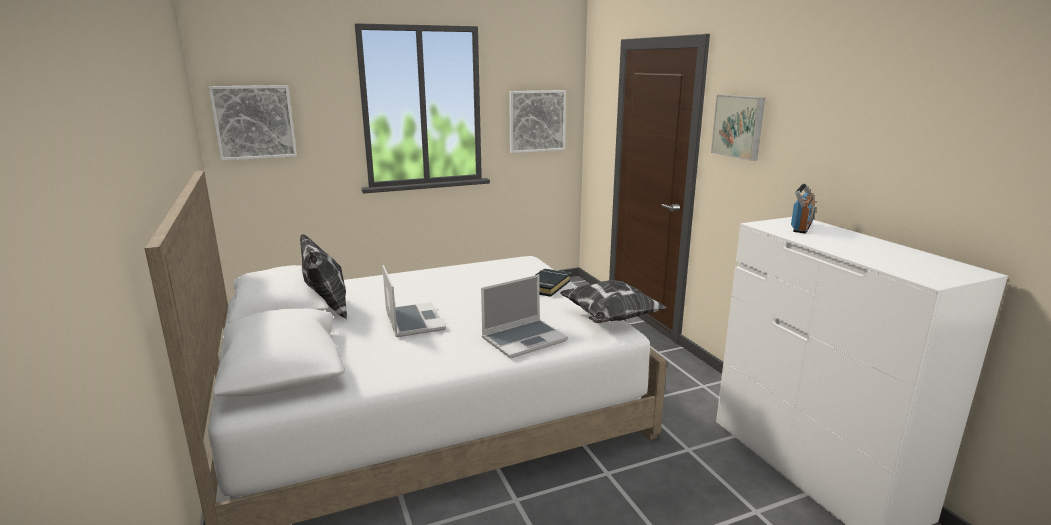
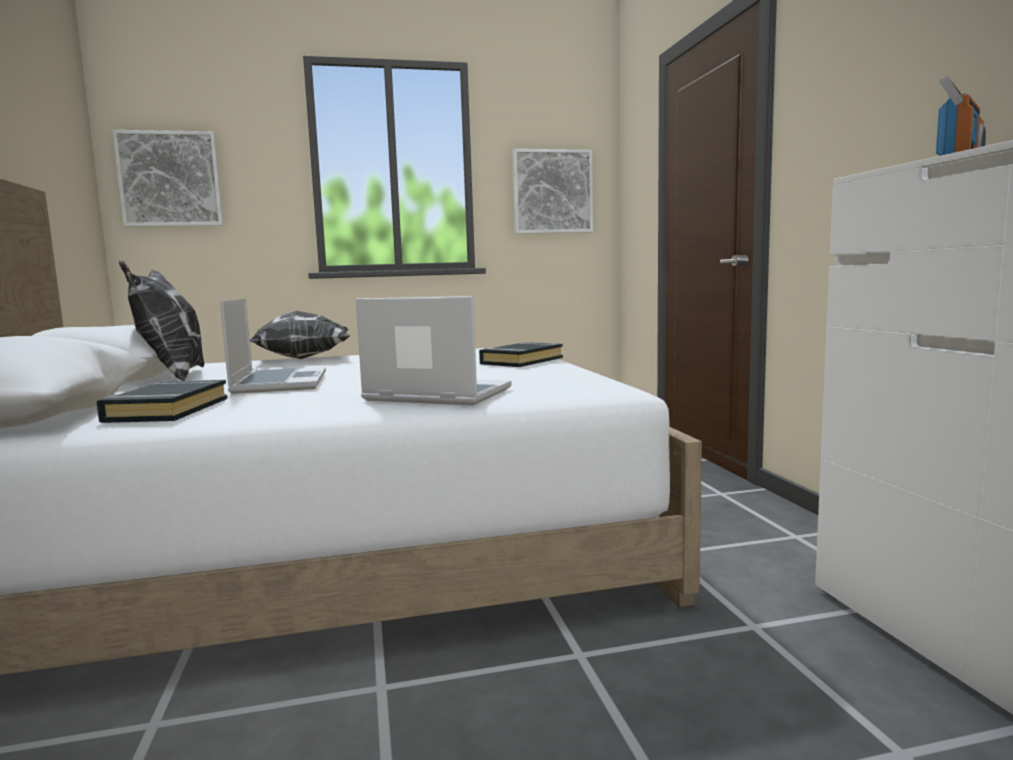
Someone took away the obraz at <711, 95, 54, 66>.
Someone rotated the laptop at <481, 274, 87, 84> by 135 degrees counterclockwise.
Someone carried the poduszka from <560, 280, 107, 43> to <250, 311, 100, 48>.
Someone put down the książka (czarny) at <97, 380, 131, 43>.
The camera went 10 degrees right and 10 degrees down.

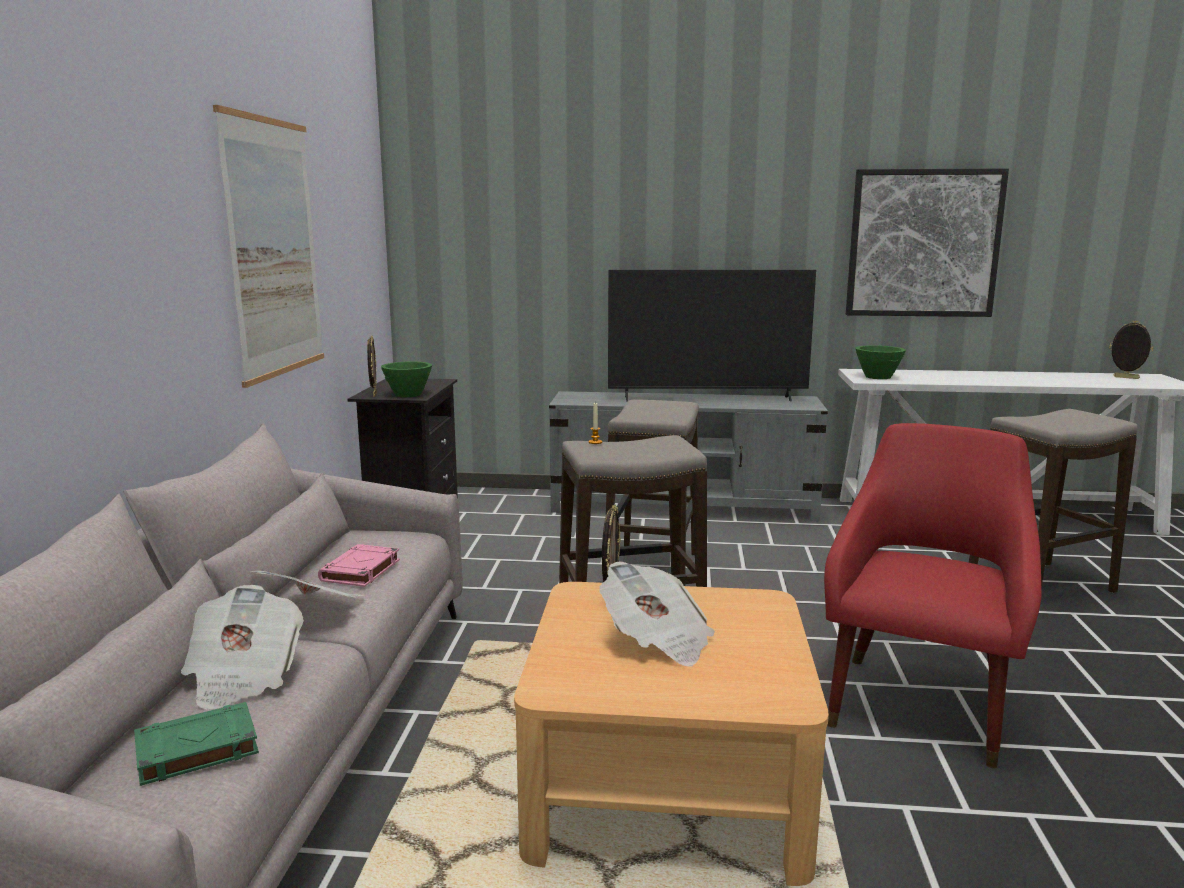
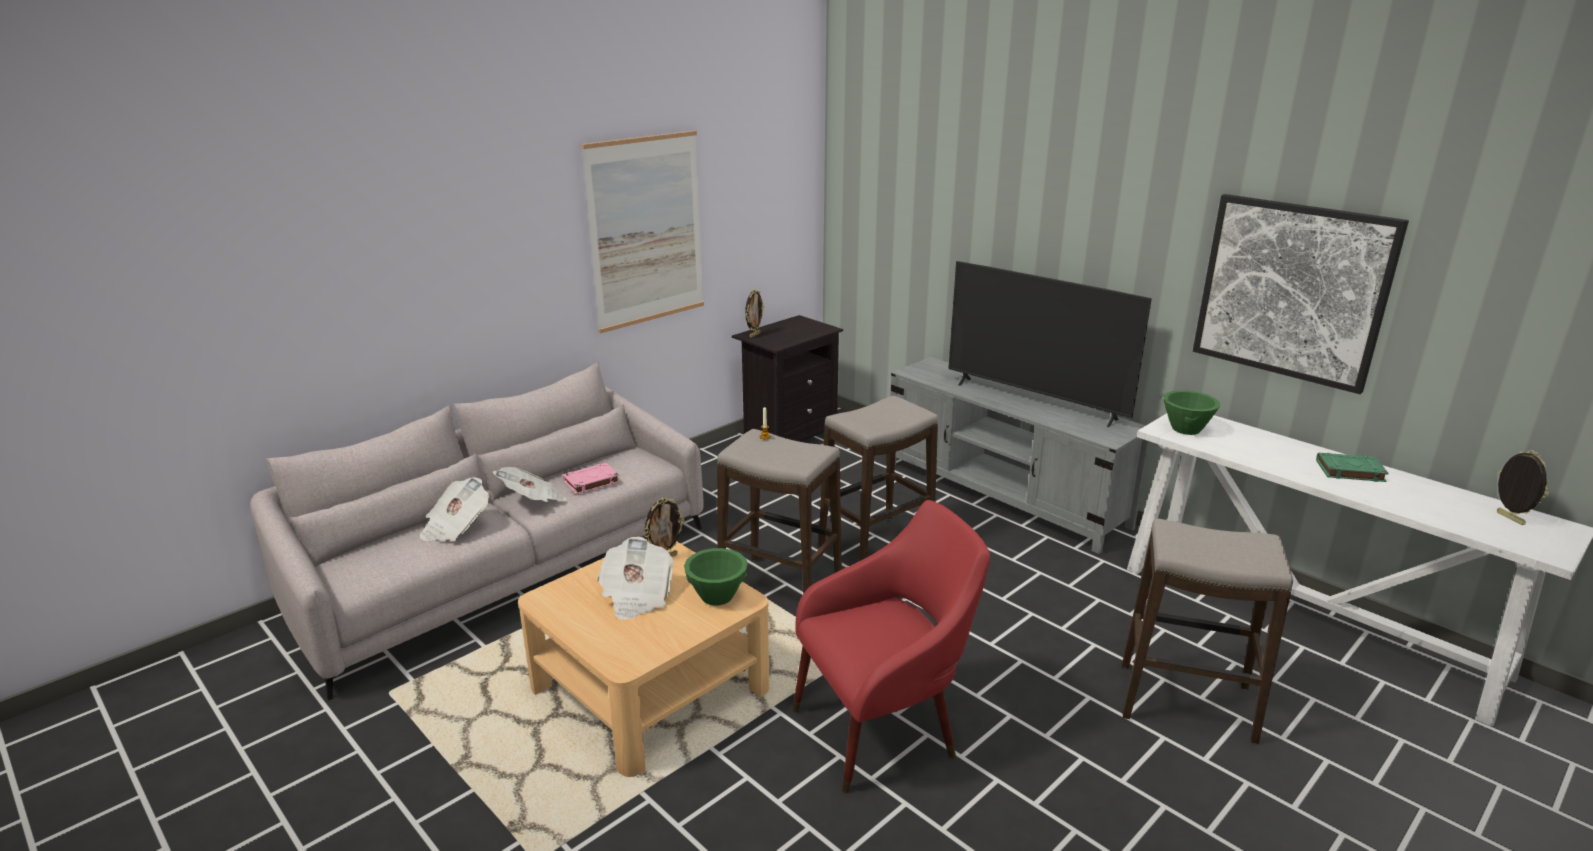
Someone carried the miska (zielony) from <381, 362, 51, 35> to <684, 548, 64, 58>.
Someone carried the książka (zielony) from <134, 702, 125, 84> to <1316, 453, 73, 29>.
The camera went 40 degrees right and 10 degrees up.

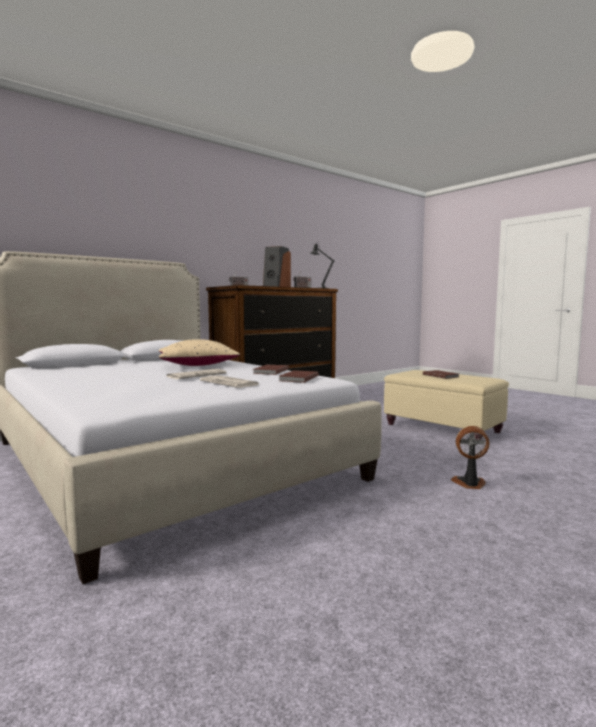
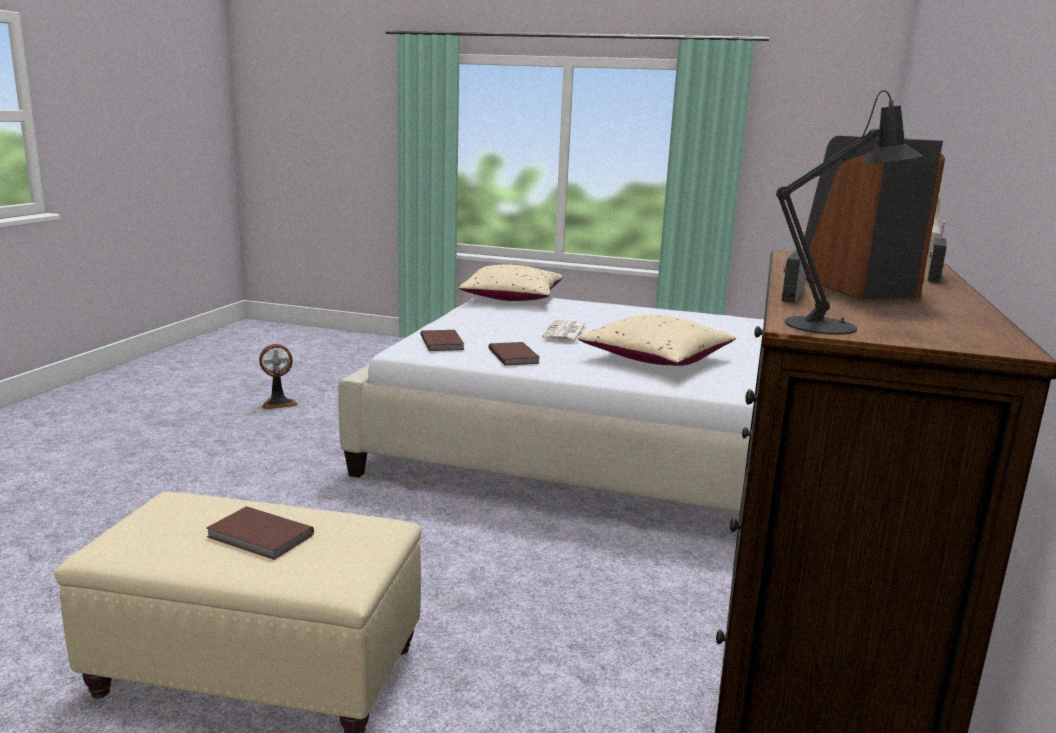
Someone took away the gazeta at <200, 375, 60, 13>.
Someone carried the wentylator from <451, 426, 38, 63> to <259, 344, 39, 65>.
Someone put down the poduszka (beżowy) at <459, 264, 104, 37>.
The camera went 145 degrees right and 10 degrees up.

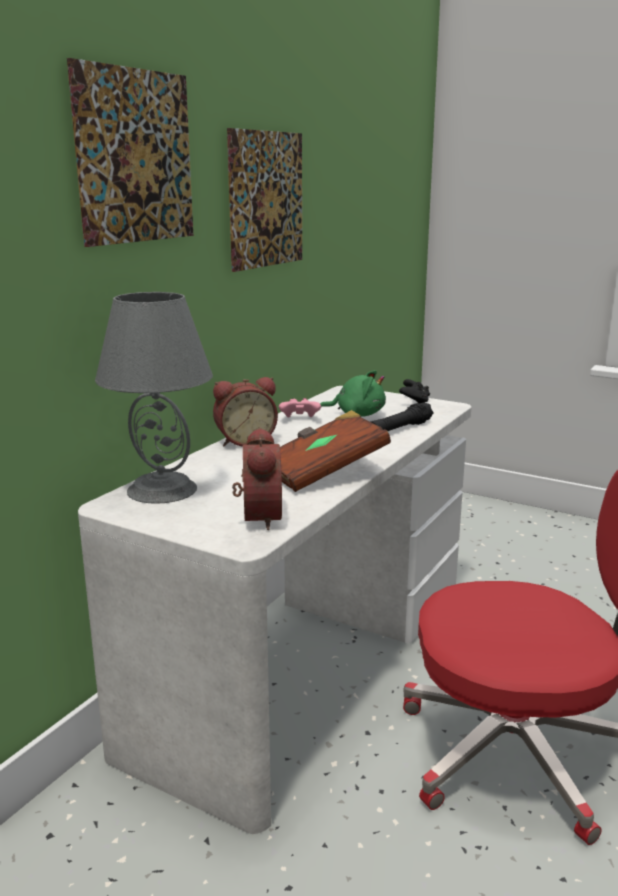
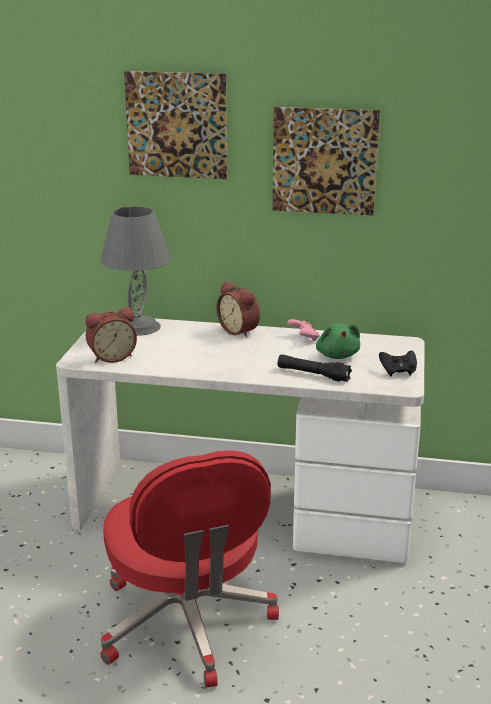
Someone took away the książka (brązowy) at <280, 410, 111, 82>.
The camera went 70 degrees right and 5 degrees up.

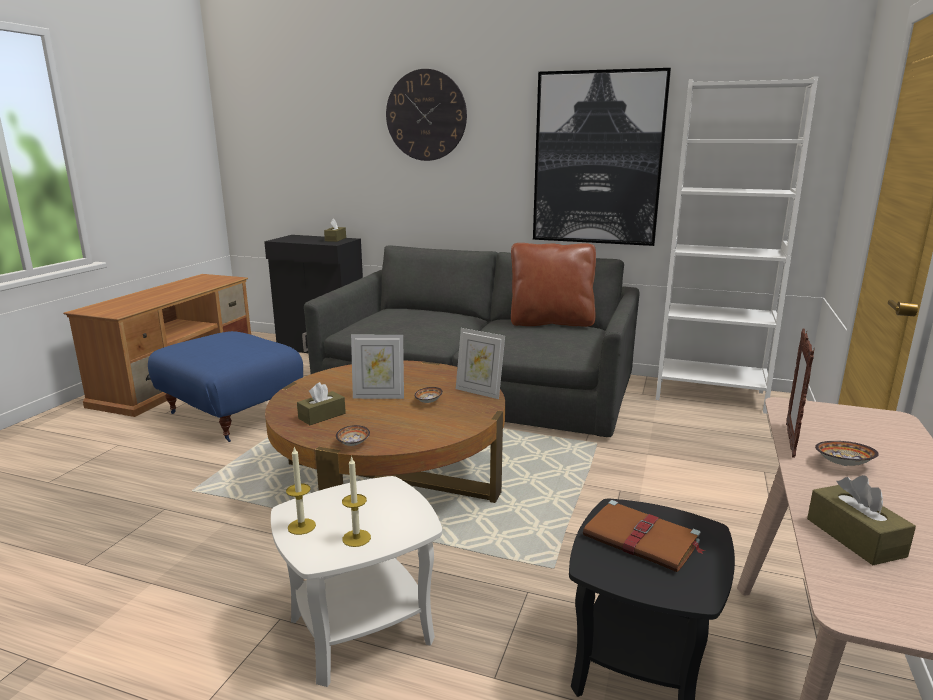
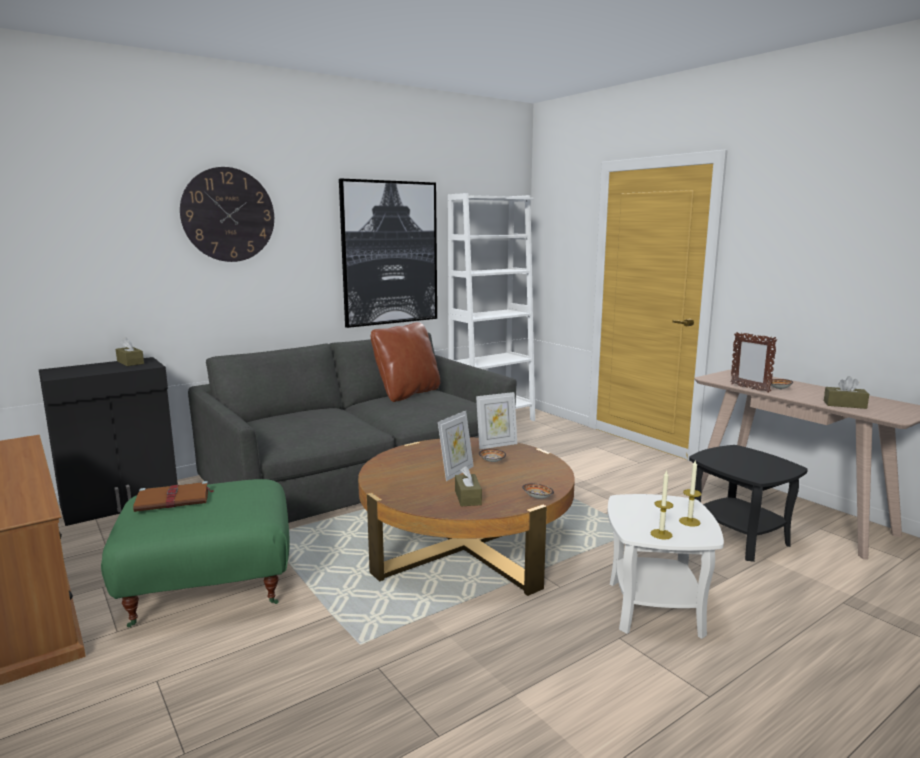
Someone repainted the pufa (niebieski) at <148, 331, 155, 111>, which became the pufa (zielony) at <101, 479, 189, 148>.
Someone carried the książka (brązowy) from <583, 500, 122, 72> to <133, 481, 81, 31>.
The camera went 55 degrees left and 5 degrees down.

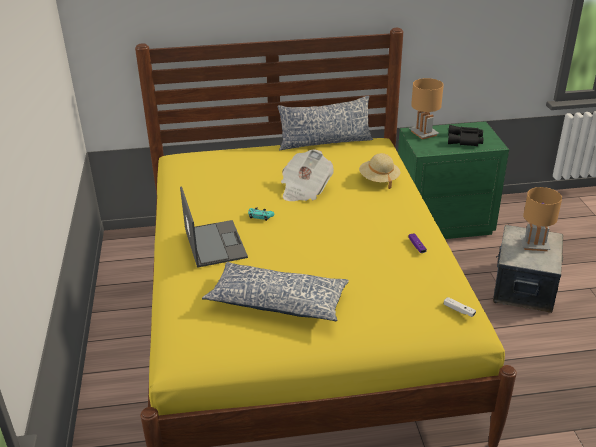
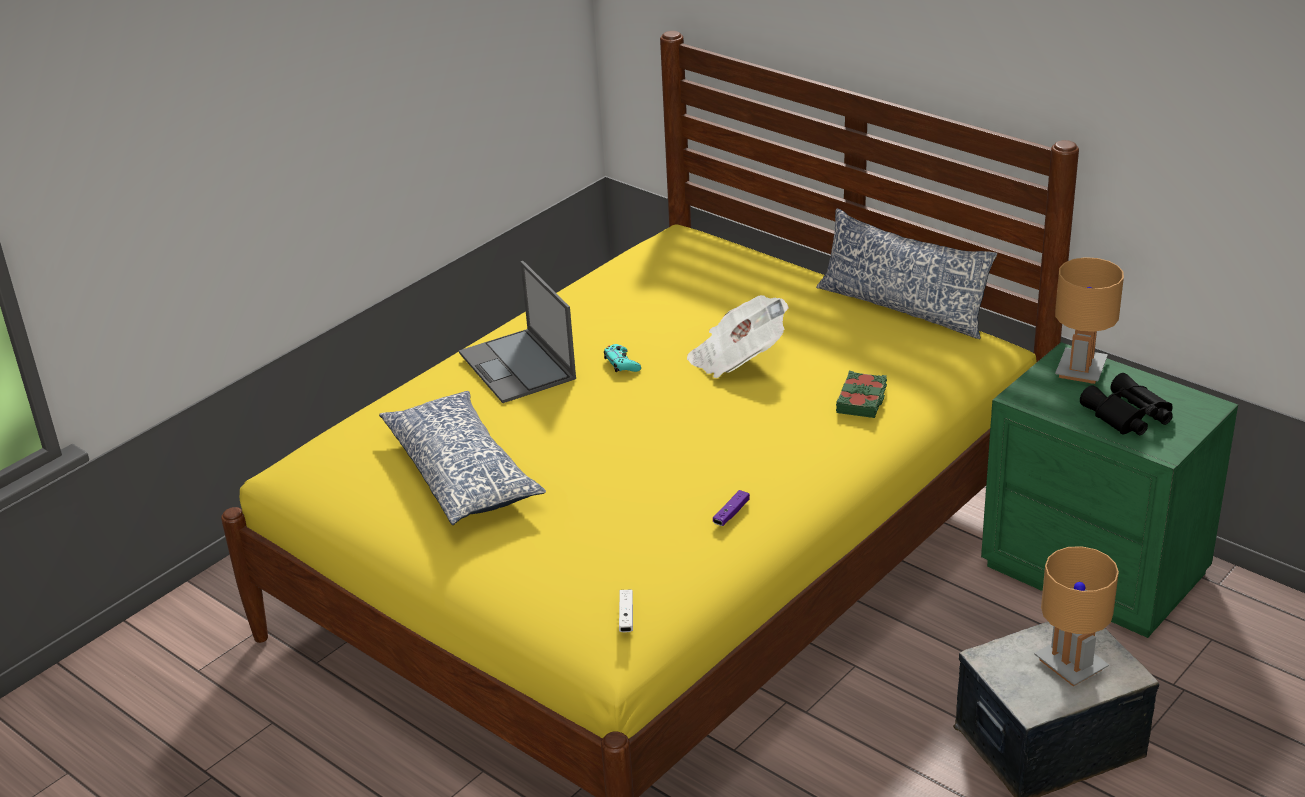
Someone swapped the kapelusz (beżowy) at <359, 153, 41, 36> for the książka (zielony) at <836, 371, 51, 47>.
Someone rotated the laptop at <180, 186, 68, 82> by 120 degrees clockwise.
The camera went 50 degrees right and 0 degrees up.

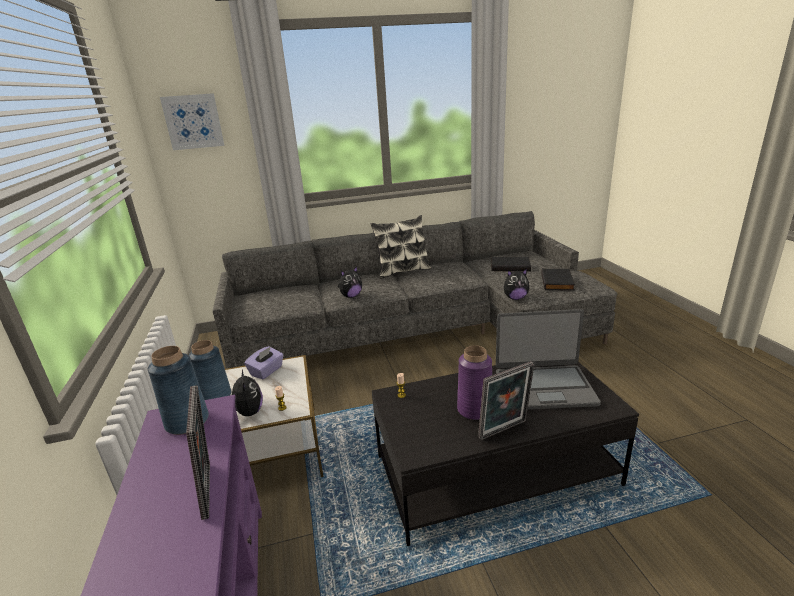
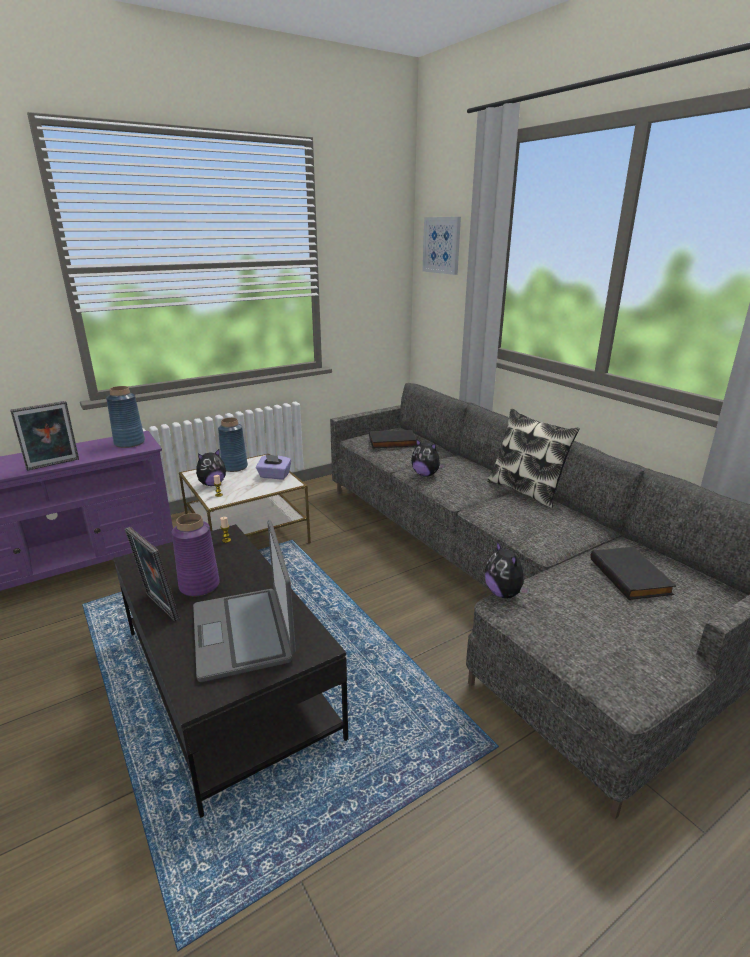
Someone carried the książka (czarny) from <541, 268, 34, 23> to <369, 430, 48, 18>.
The camera went 70 degrees right and 0 degrees up.

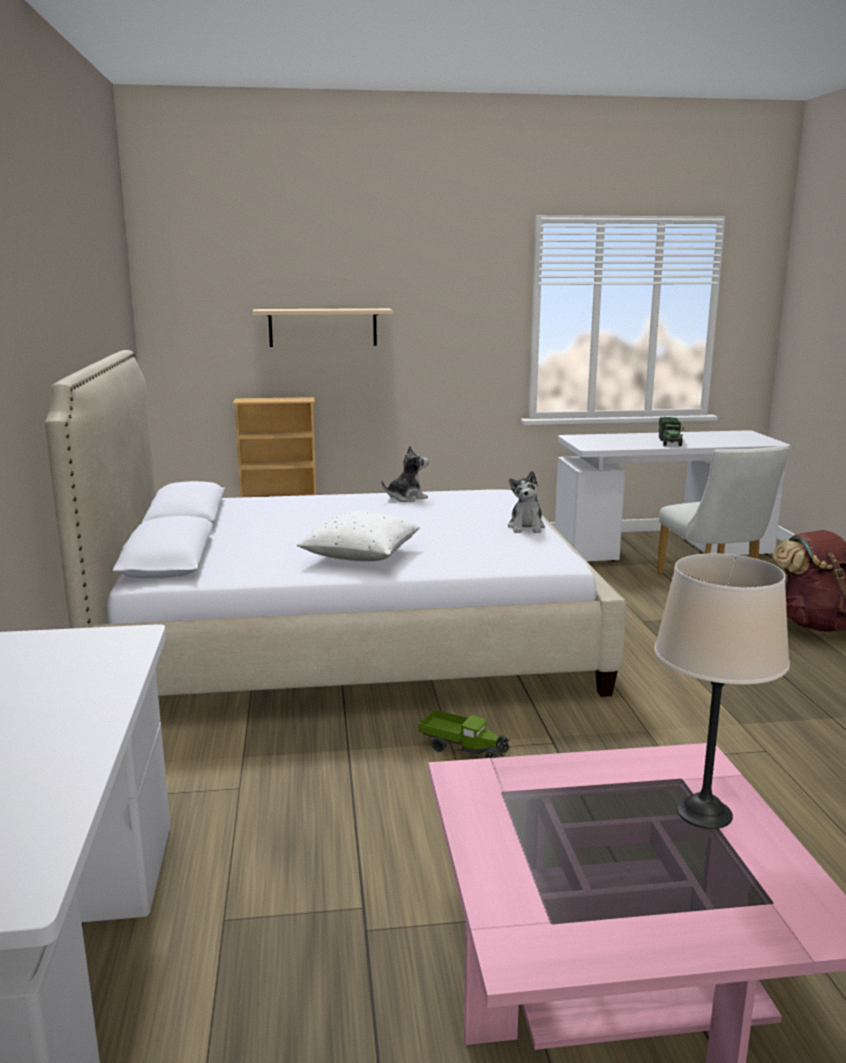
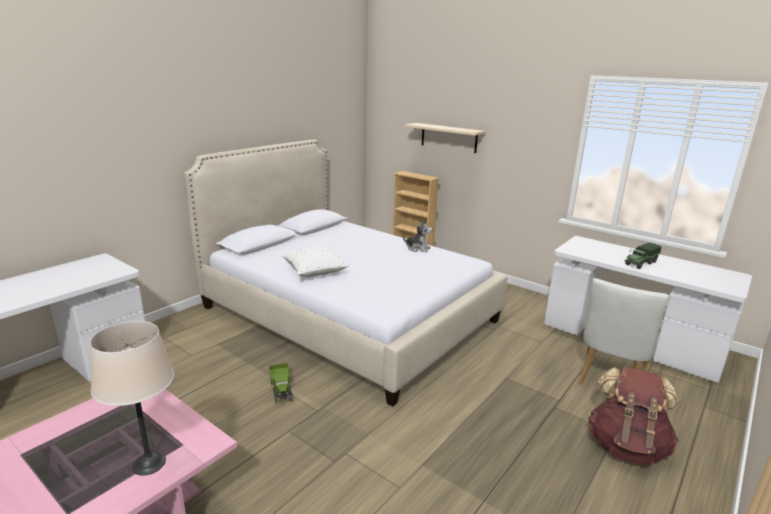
Someone took away the pluszak at <508, 471, 37, 62>.
The camera went 45 degrees right and 5 degrees up.

